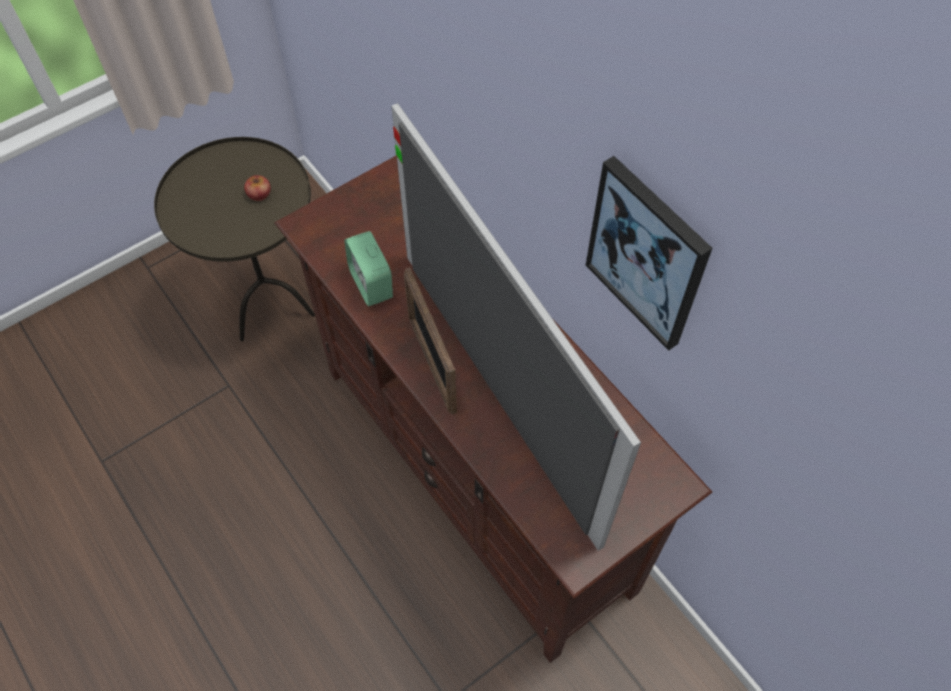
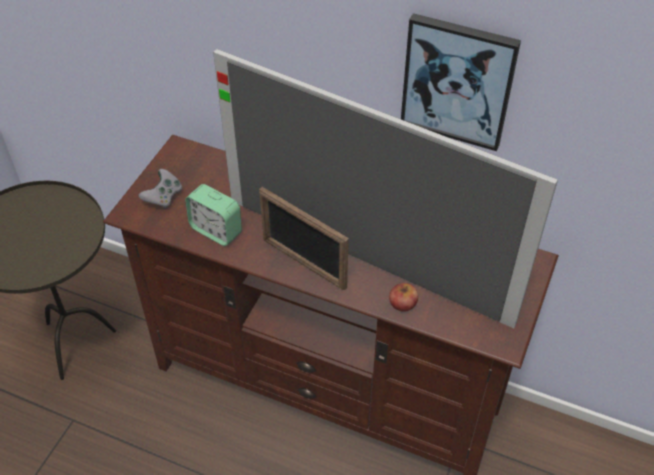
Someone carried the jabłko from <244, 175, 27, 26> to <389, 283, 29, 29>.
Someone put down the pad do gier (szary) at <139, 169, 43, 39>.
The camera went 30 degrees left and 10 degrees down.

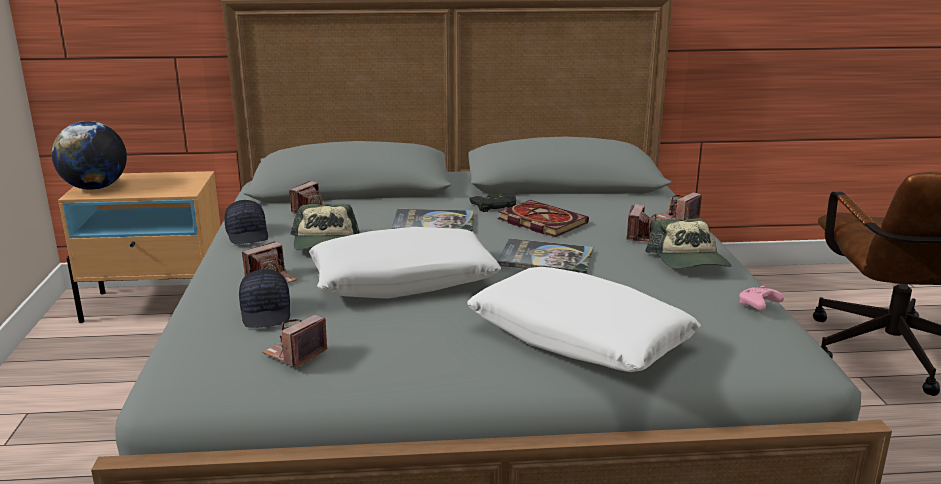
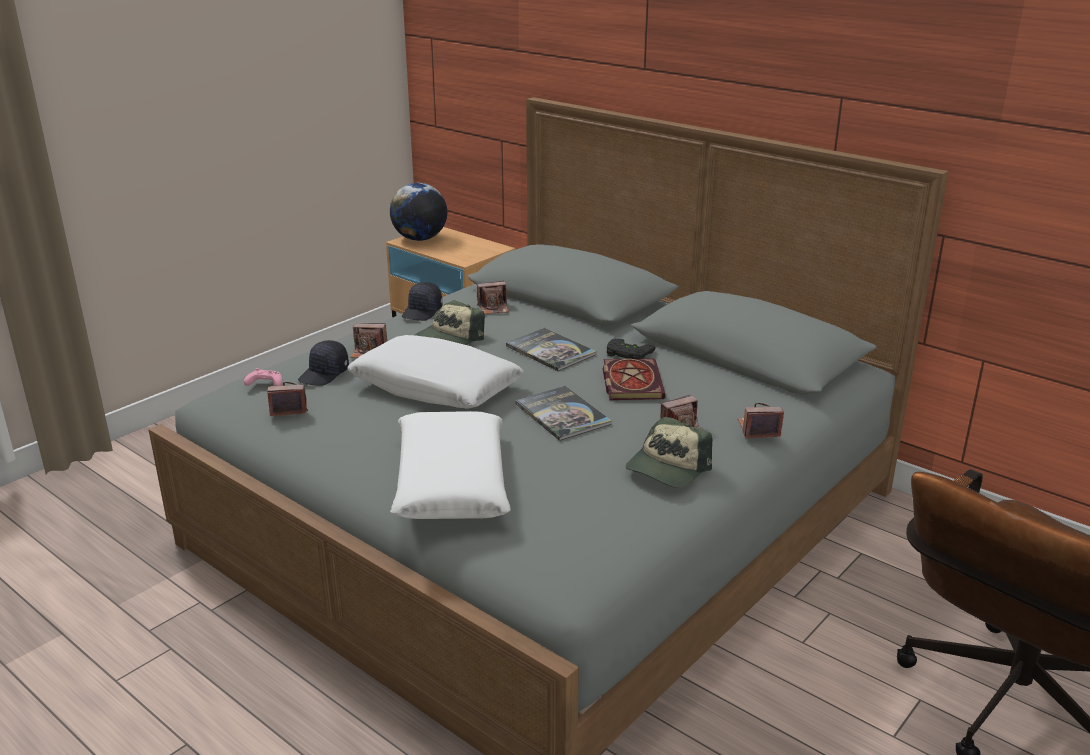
Someone carried the pad do gier (różowy) from <739, 286, 45, 25> to <244, 368, 38, 18>.
The camera went 45 degrees right and 5 degrees up.

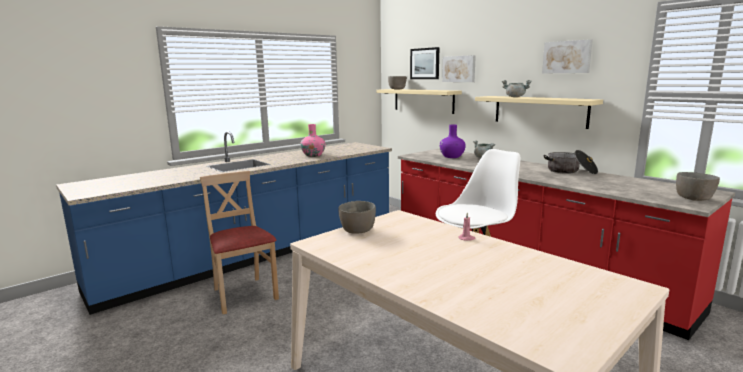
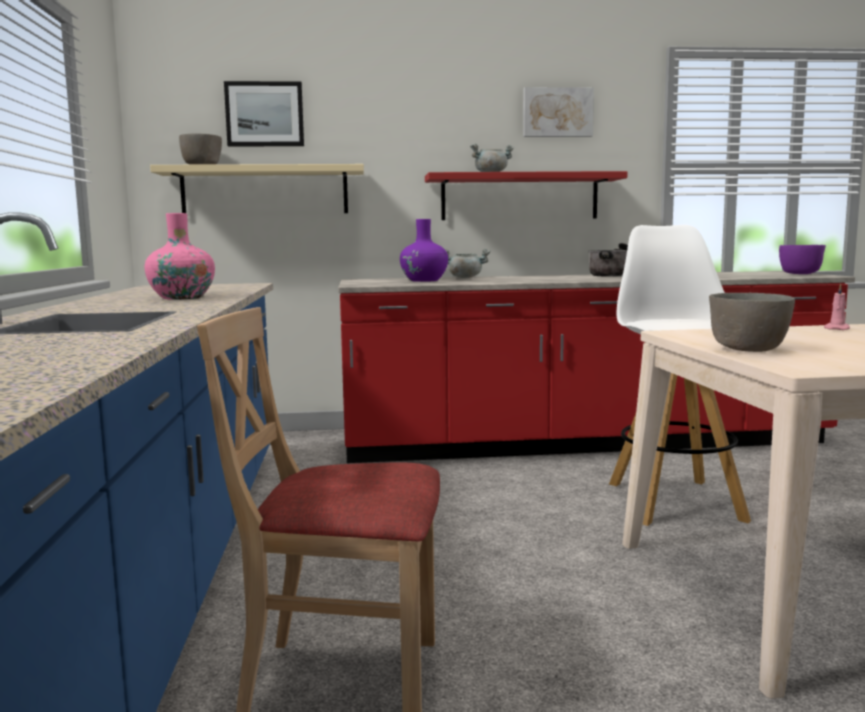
Someone took away the obraz at <442, 55, 34, 27>.
Someone repainted the półka (beżowy) at <475, 96, 128, 33>, which became the półka (czerwony) at <425, 171, 202, 49>.
Someone repainted the miska (szary) at <676, 172, 44, 29>, which became the miska (fioletowy) at <779, 245, 47, 29>.
The camera went 55 degrees left and 5 degrees down.

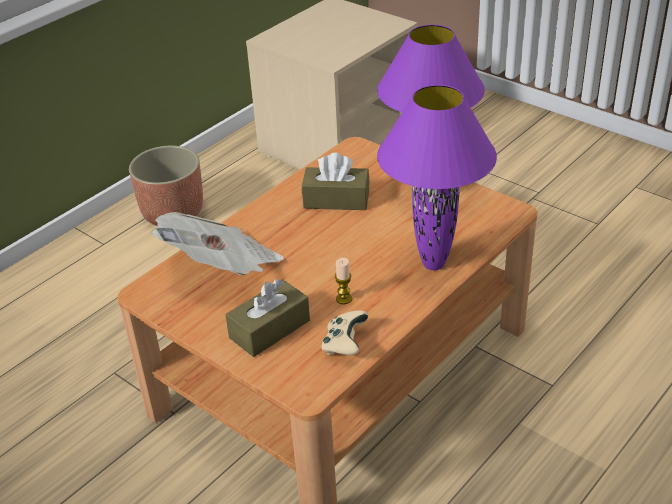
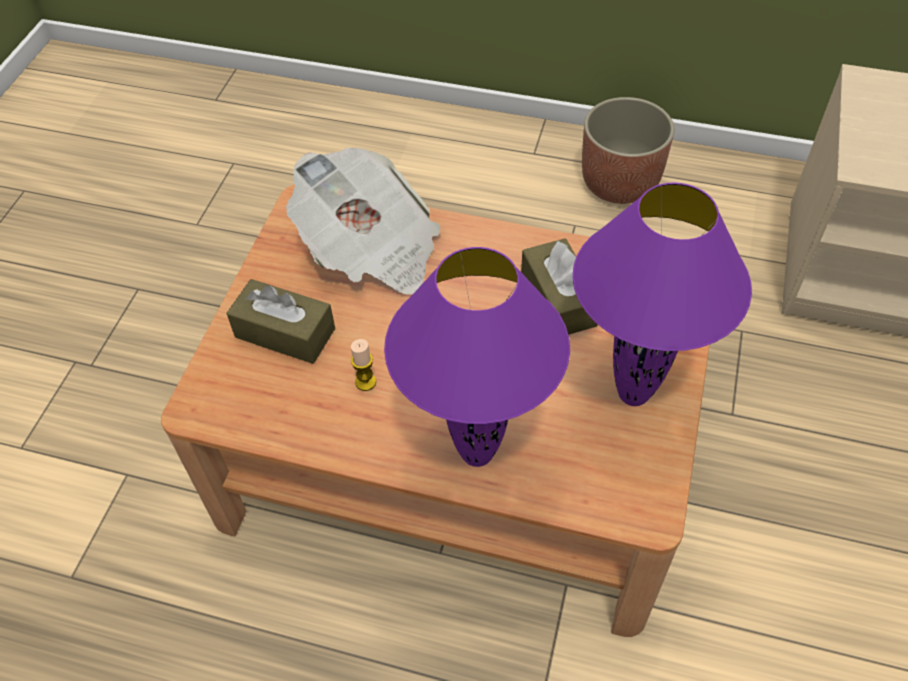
Someone took away the pad do gier (beżowy) at <321, 311, 47, 44>.
The camera went 65 degrees right and 15 degrees up.

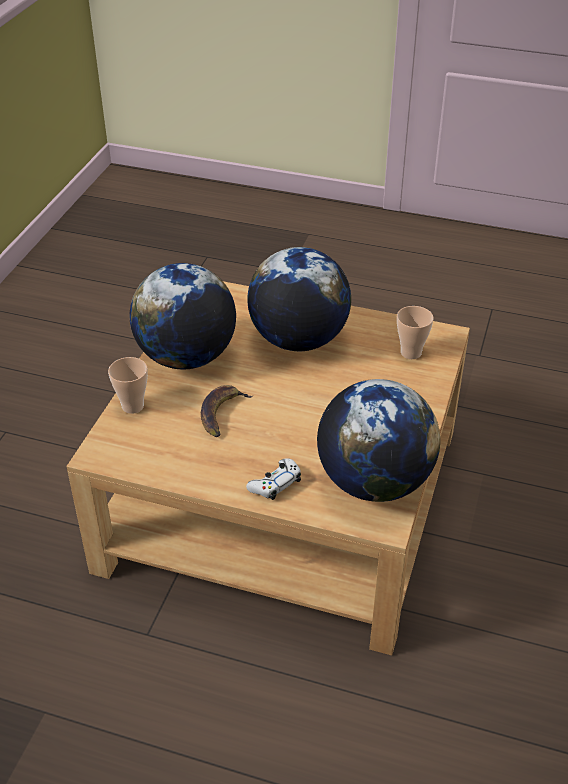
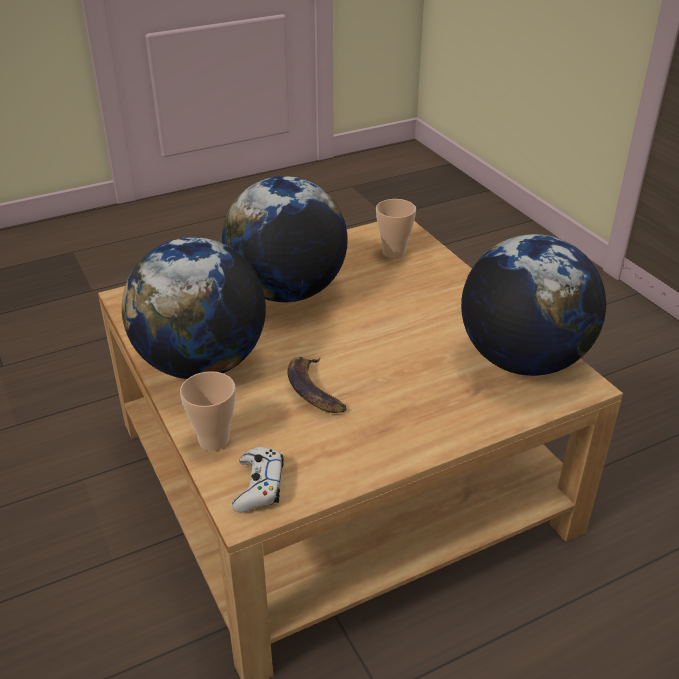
Someone carried the pad do gier (biały) from <246, 458, 55, 42> to <232, 447, 52, 65>.
The camera went 45 degrees left and 5 degrees down.

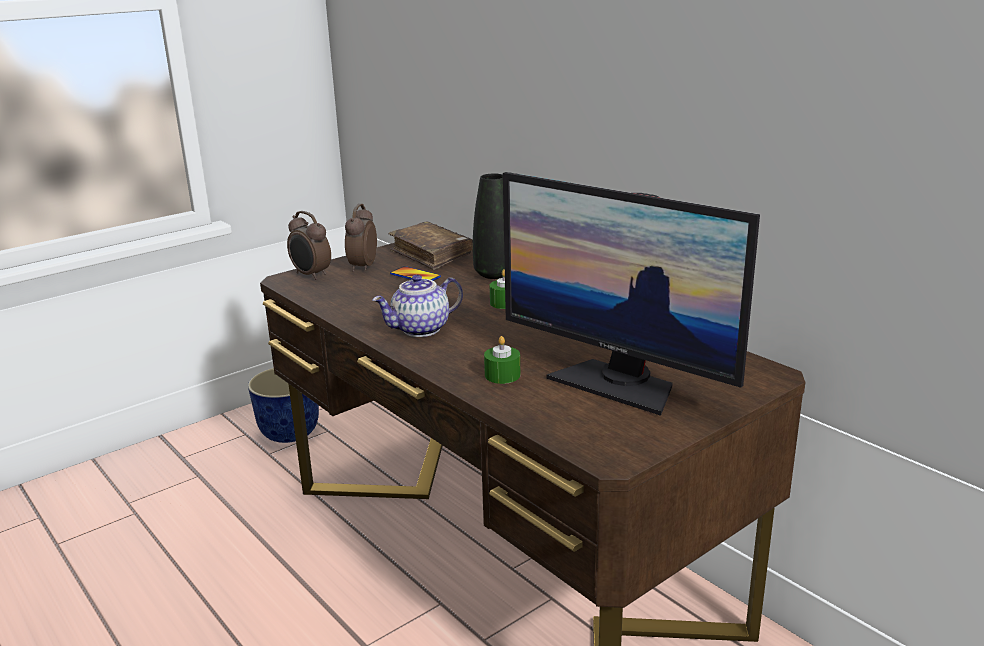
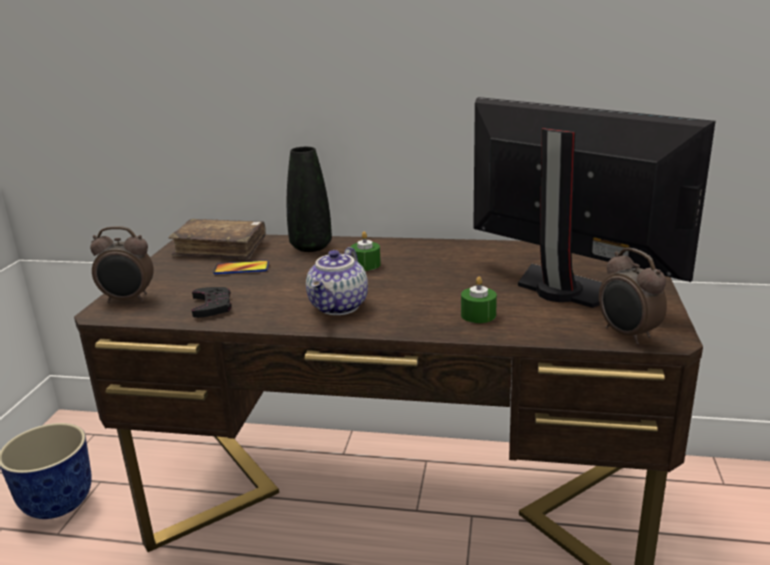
Someone rotated the monitor at <503, 172, 257, 244> by 135 degrees counterclockwise.
Someone carried the budzik from <345, 204, 32, 68> to <599, 248, 68, 97>.
Someone put down the pad do gier (czarny) at <192, 287, 39, 31>.
The camera went 40 degrees left and 0 degrees up.

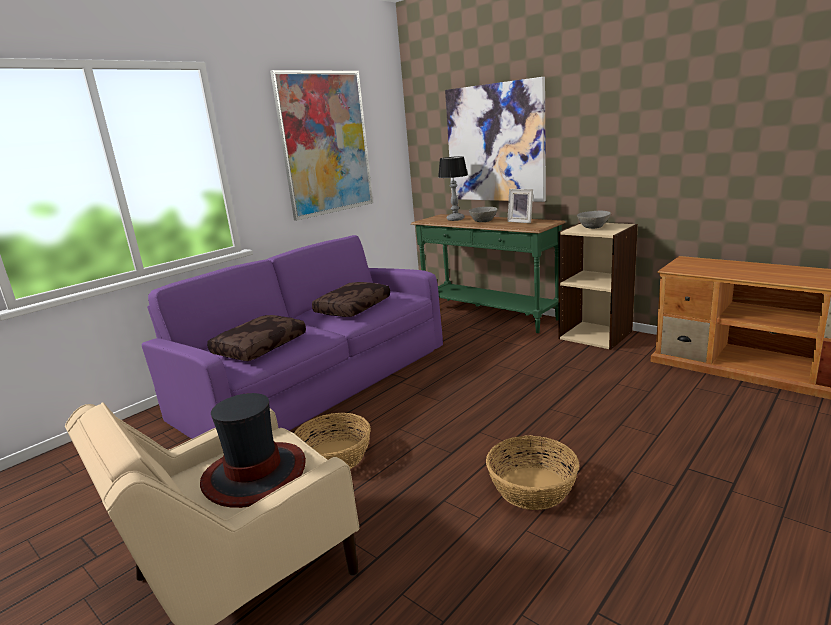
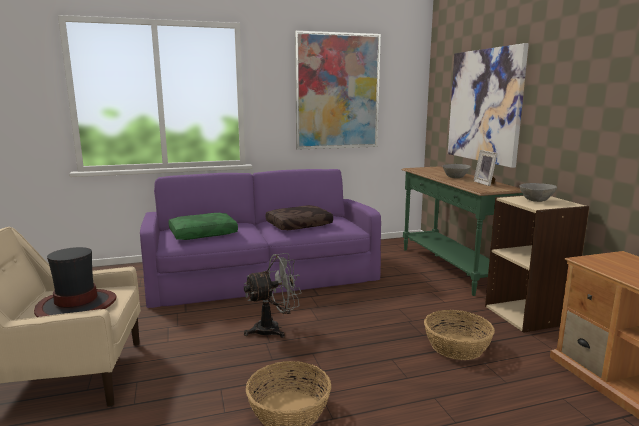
Someone took away the lampa stołowa at <438, 156, 30, 65>.
Someone repainted the poduszka (brązowy) at <207, 315, 99, 46>, which became the poduszka (zielony) at <168, 213, 70, 27>.
Someone carried the koszyk from <294, 413, 77, 56> to <424, 310, 71, 50>.
Someone put down the wentylator (szary) at <244, 253, 57, 85>.
The camera went 30 degrees right and 5 degrees down.

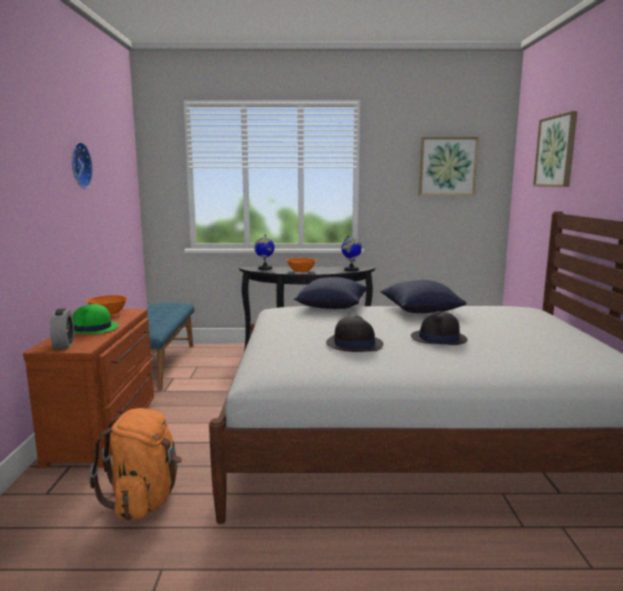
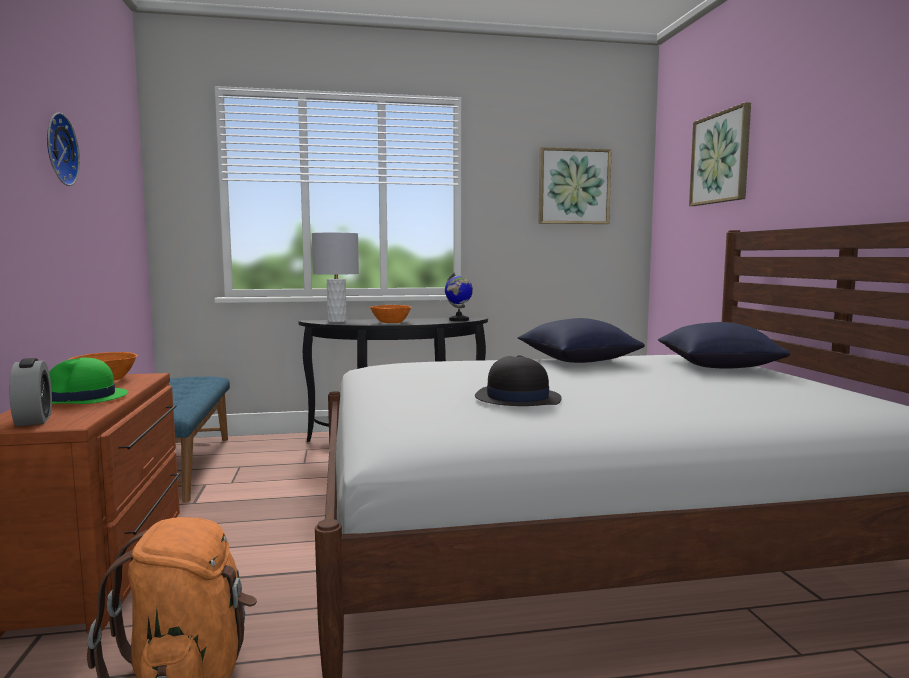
Someone swapped the globus at <254, 234, 21, 36> for the lampa stołowa (szary) at <312, 232, 47, 90>.
Someone carried the poduszka (niebieski) from <294, 277, 73, 32> to <658, 322, 133, 47>.
Someone took away the kapelusz (czarny) at <411, 311, 57, 34>.
The camera went 10 degrees left and 5 degrees down.

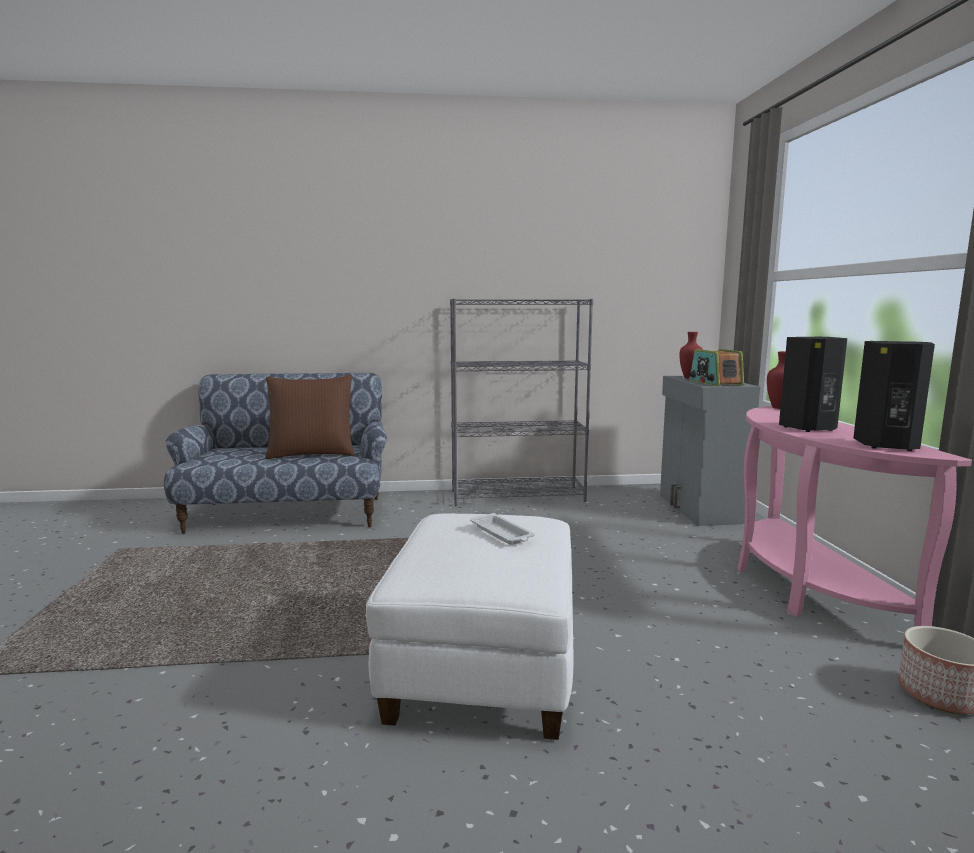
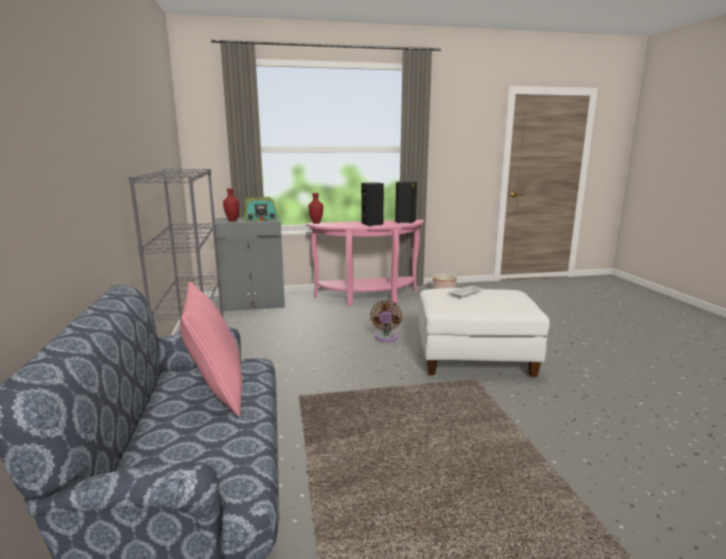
Someone repainted the poduszka (brązowy) at <265, 375, 90, 84>, which became the poduszka (różowy) at <180, 282, 62, 134>.
Someone put down the wentylator (brązowy) at <370, 300, 32, 42>.
The camera went 95 degrees left and 5 degrees up.

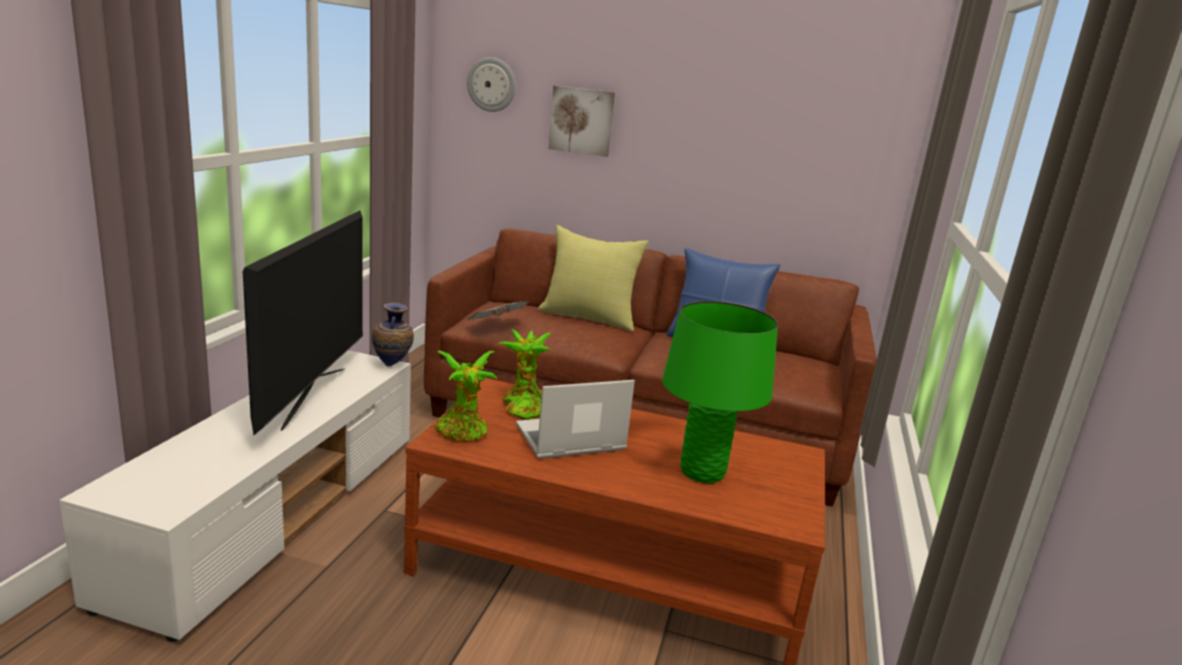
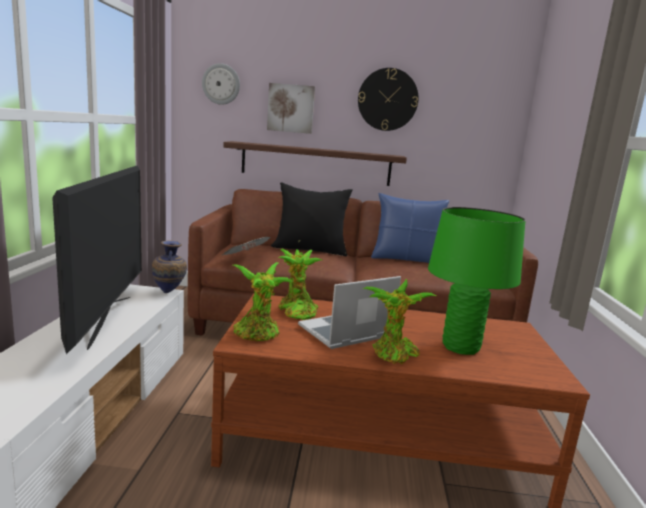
Someone repainted the poduszka (żółty) at <538, 225, 111, 106>, which became the poduszka (czarny) at <271, 182, 82, 74>.
Someone put up the zegar ścienny at <358, 68, 61, 63>.
Someone put up the półka at <223, 141, 184, 45>.
Someone put down the roślina doniczkowa at <362, 279, 74, 85>.
The camera went 10 degrees left and 5 degrees down.

